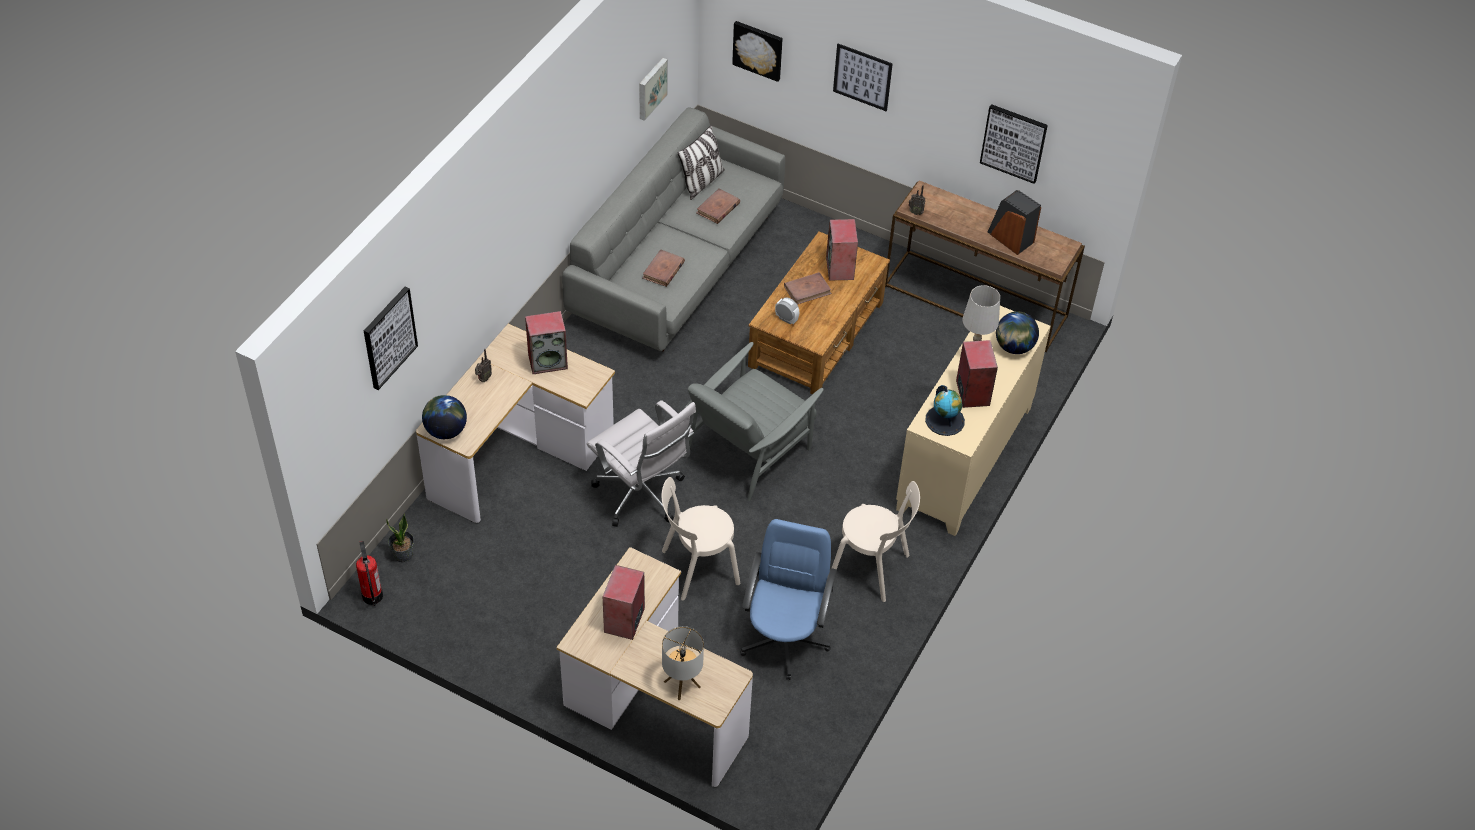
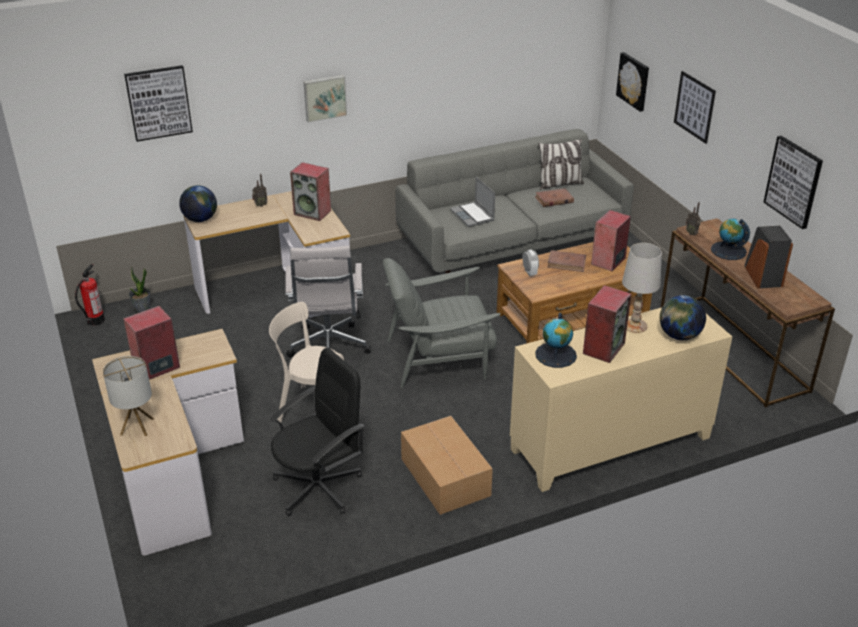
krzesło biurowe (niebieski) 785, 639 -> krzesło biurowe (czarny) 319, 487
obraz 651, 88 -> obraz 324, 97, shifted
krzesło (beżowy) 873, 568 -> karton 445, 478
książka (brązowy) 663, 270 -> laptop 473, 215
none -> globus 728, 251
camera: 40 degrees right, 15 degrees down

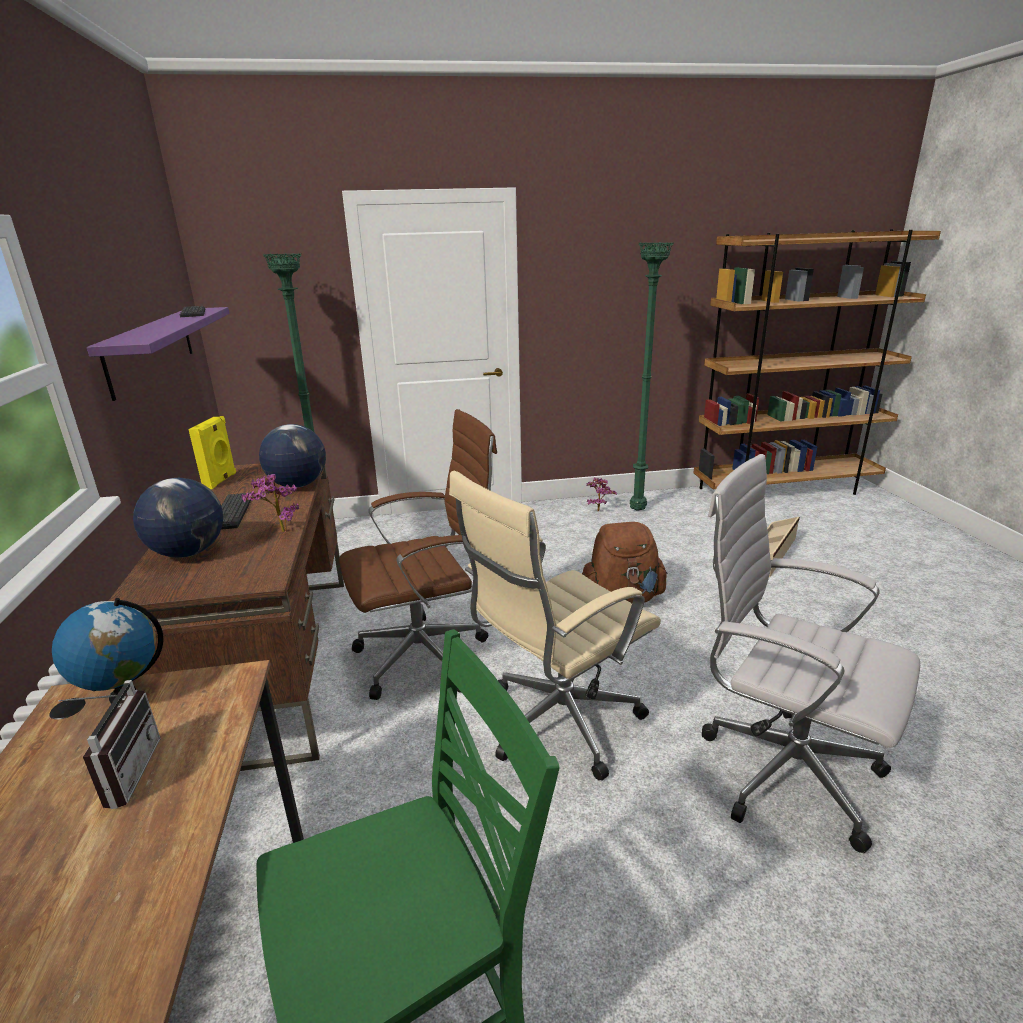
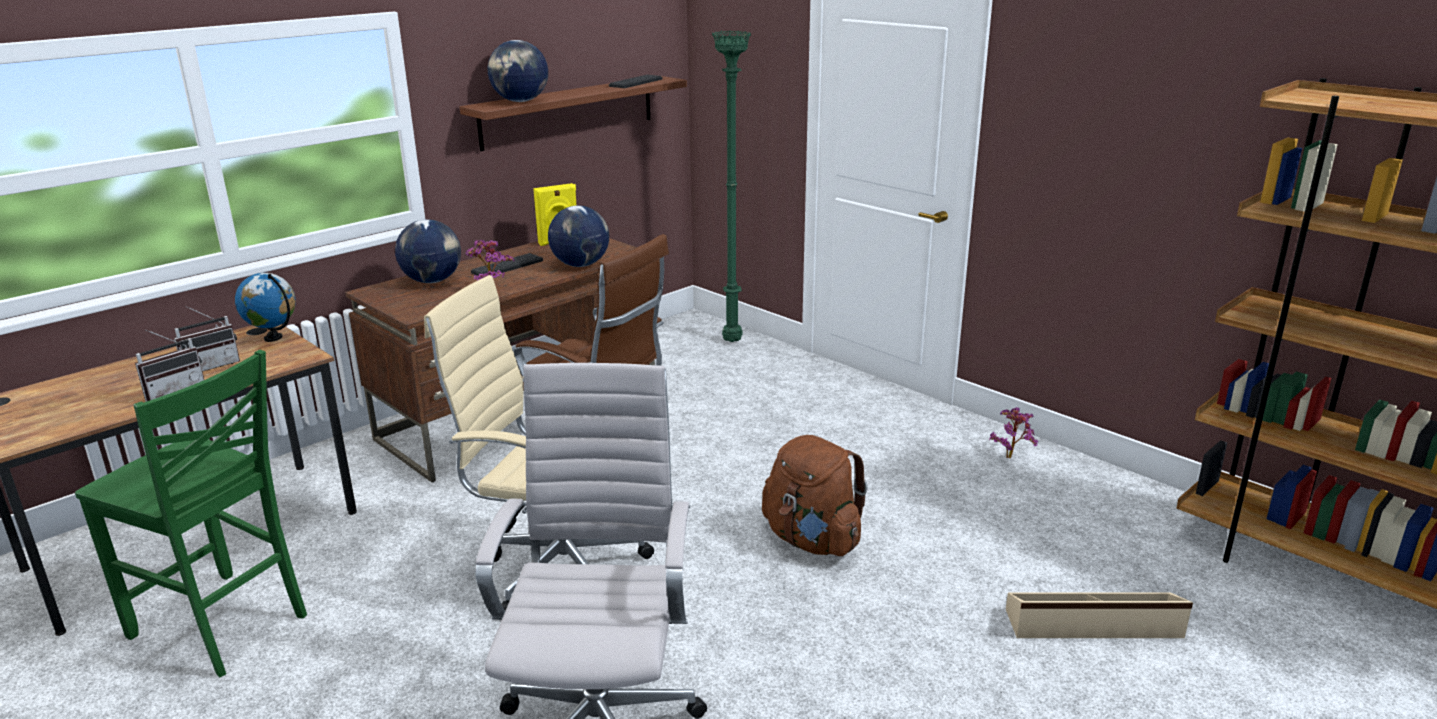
none -> radio 174, 391
półka (fioletowy) 152, 349 -> półka (brązowy) 568, 112
none -> globus 520, 101
lampa stojąca (zielony) 638, 509 -> none
camera: 55 degrees right, 0 degrees up

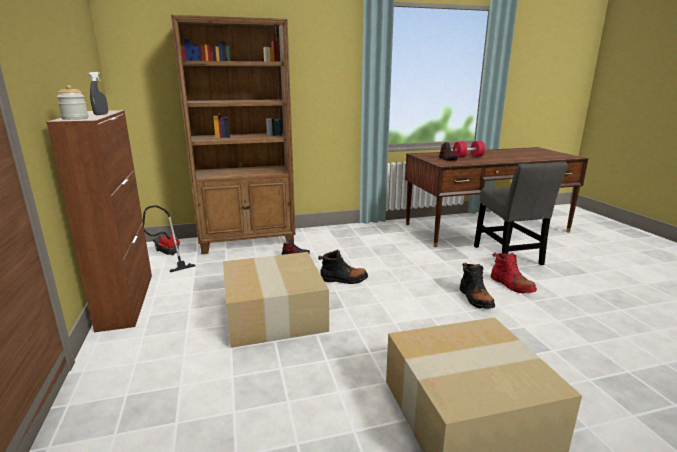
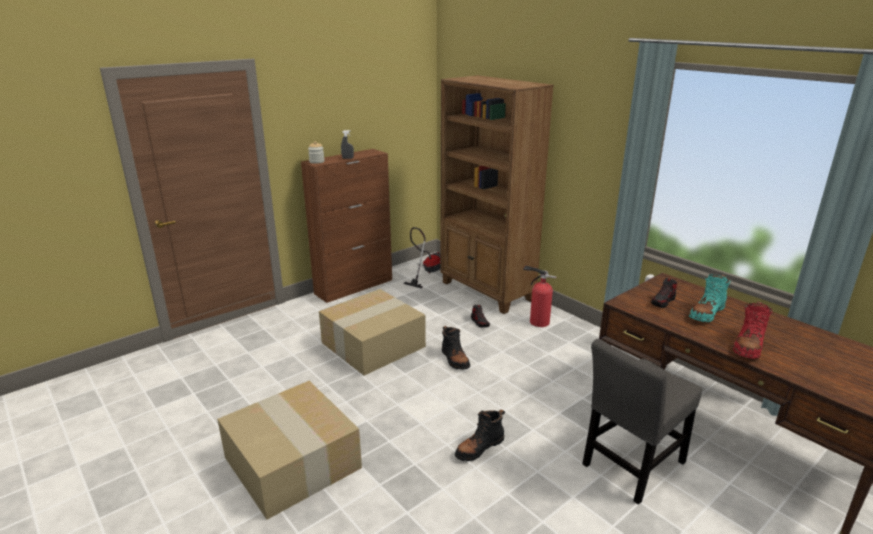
none -> gaśnica 537, 321
hantel (czerwony) 468, 156 -> but z cholewką (turkusowy) 706, 313
but z cholewką (czerwony) 511, 285 -> but z cholewką (czerwony) 748, 346, shifted
camera: 65 degrees right, 5 degrees up

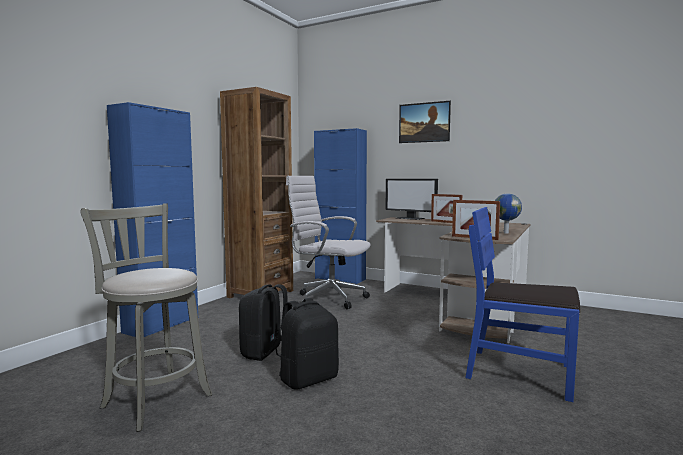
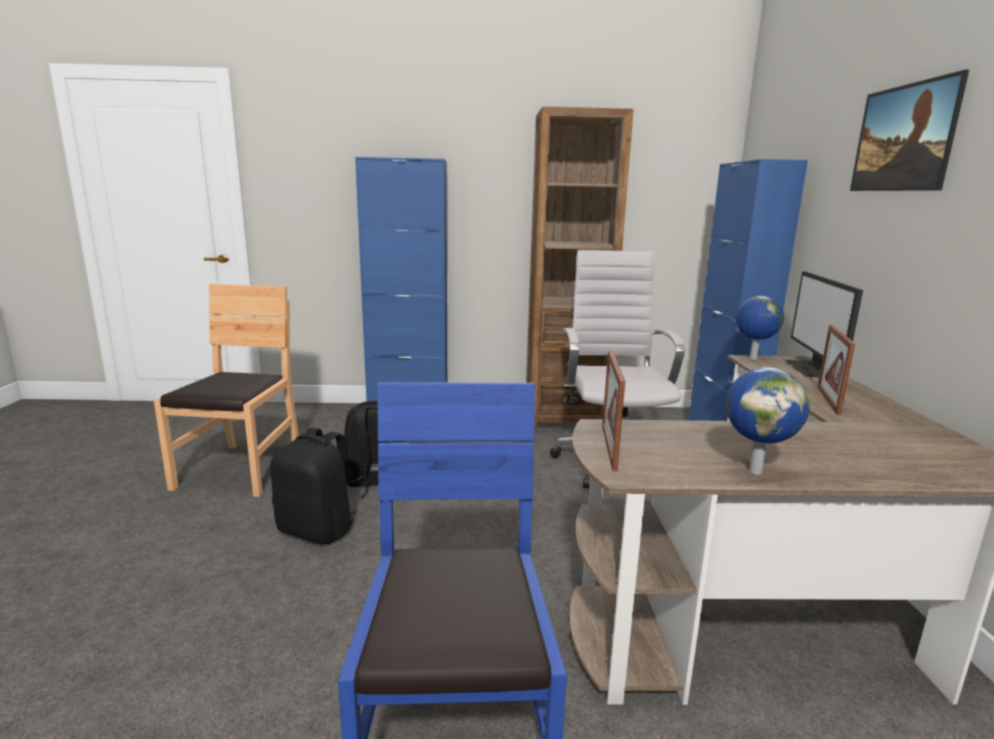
stołek (szary) 154, 399 -> krzesło (brązowy) 241, 469
none -> globus 752, 358
camera: 60 degrees right, 10 degrees up

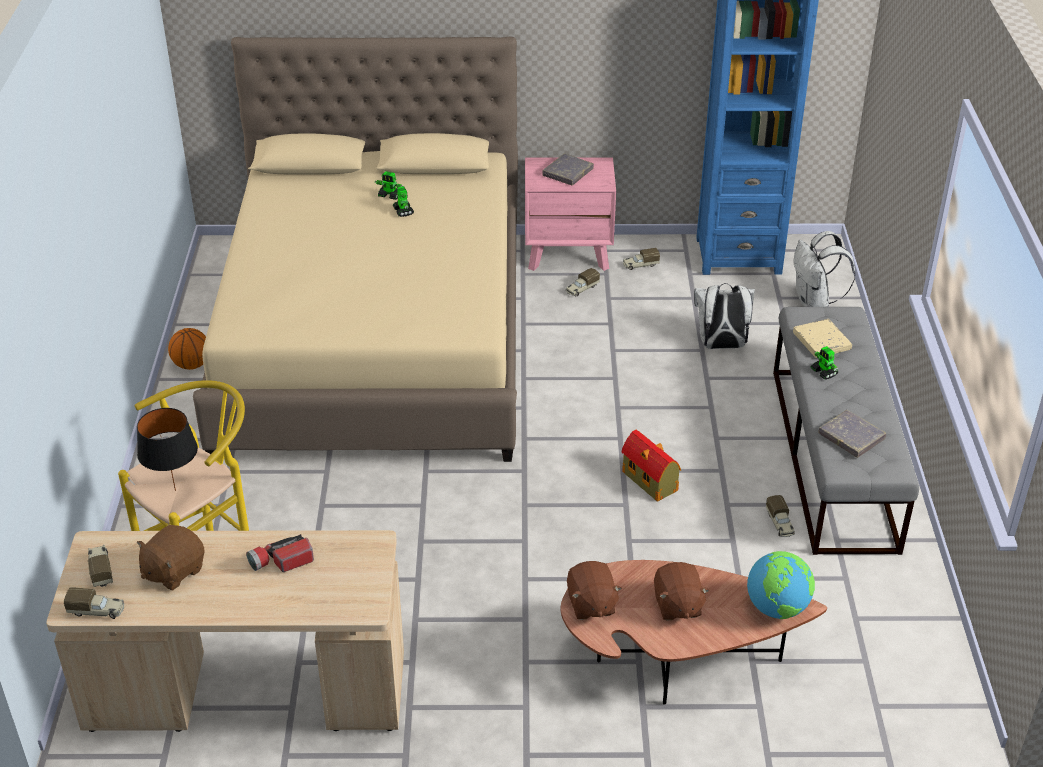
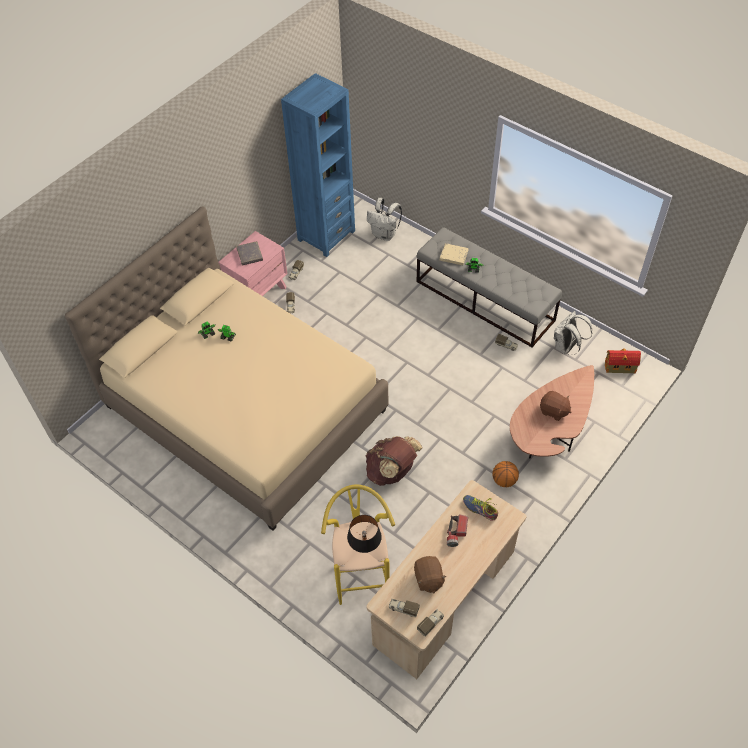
none -> plecak (brązowy) 391, 472
none -> but 480, 509
piłka do koszykówki 192, 365 -> piłka do koszykówki 504, 480, shifted
plecak (biały) 721, 346 -> plecak (biały) 566, 347, shifted
domek 650, 482 -> domek 620, 367, shifted
pluszak (brązowy) 591, 604 -> none
globus 777, 608 -> none
książka (szary) 851, 437 -> none
camera: 50 degrees left, 15 degrees up

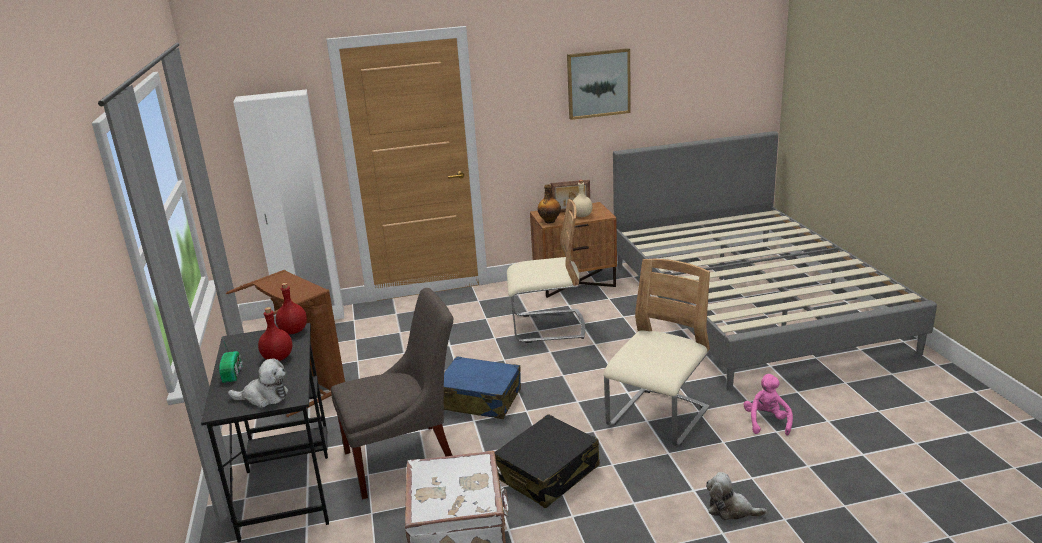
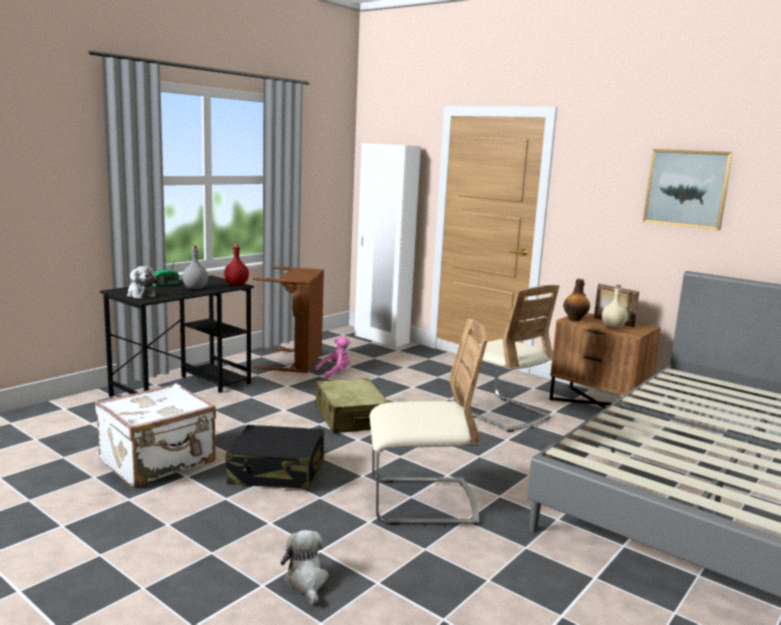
butelka (czerwony) 278, 358 -> butelka (szary) 195, 288
pluszak (różowy) 766, 422 -> pluszak (różowy) 335, 373, shifted
walizka (niebieski) 479, 399 -> walizka (beżowy) 350, 418
krzesło (szary) 406, 459 -> none
camera: 50 degrees right, 10 degrees down

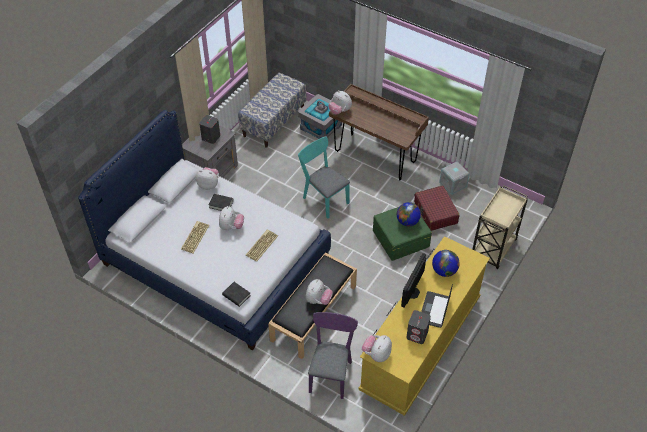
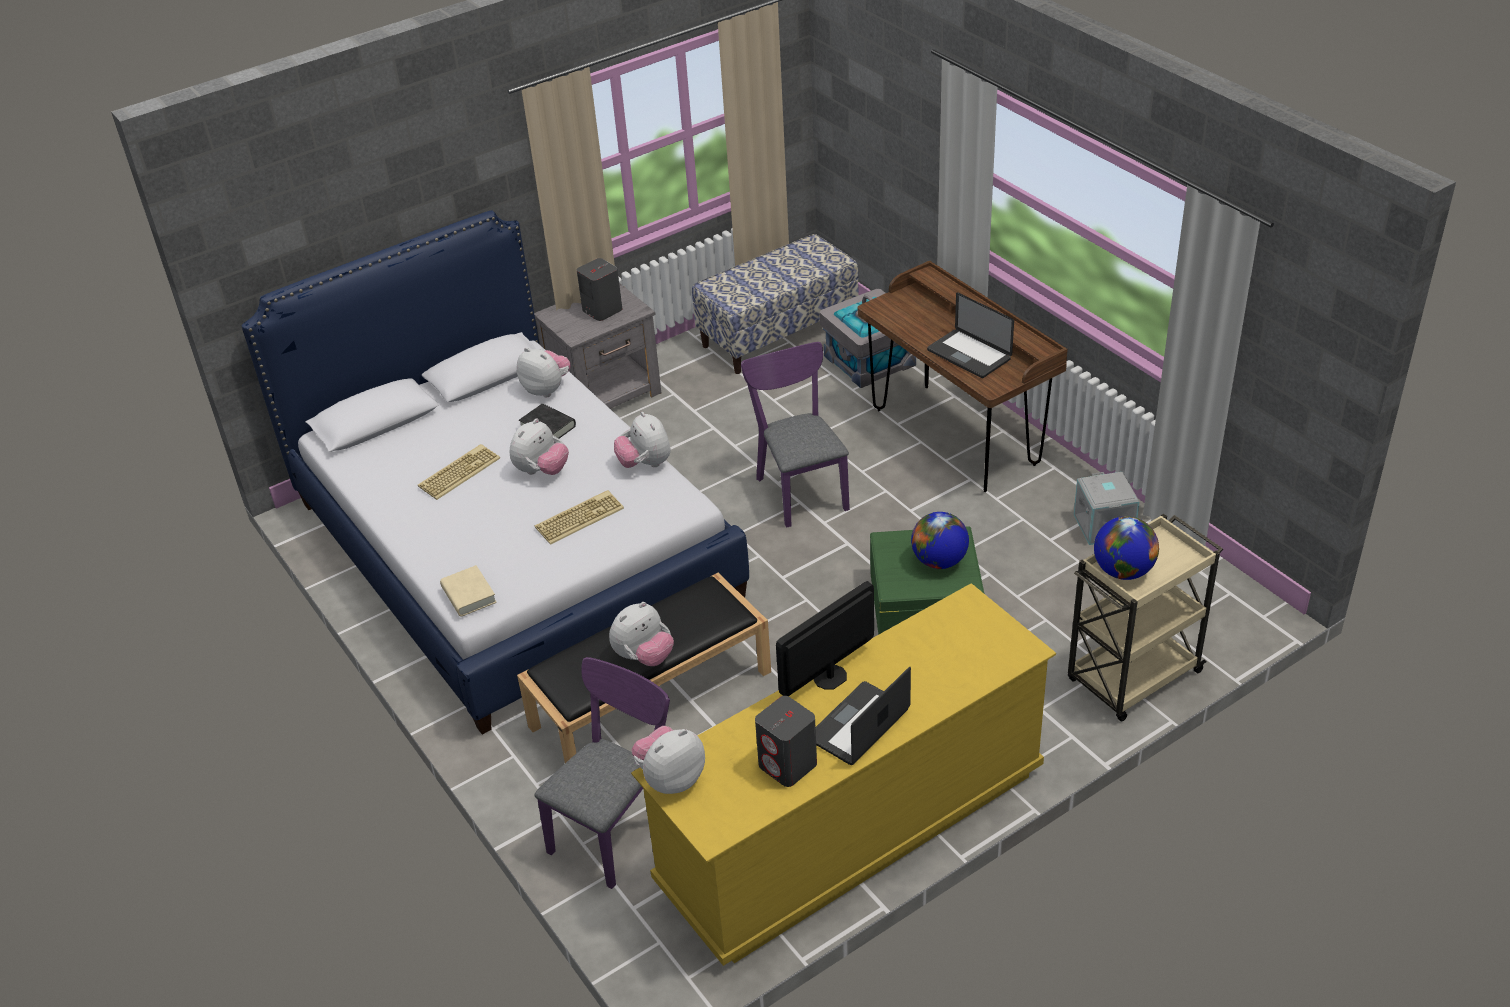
książka (czarny) 236, 295 -> książka (beżowy) 469, 595
pluszak 340, 111 -> pluszak 645, 464, shifted
krzesło (turkusowy) 323, 198 -> krzesło (fioletowy) 800, 488
none -> laptop 969, 355
globus 444, 271 -> globus 1123, 571, shifted
walizka (czerwony) 435, 213 -> none
camera: 25 degrees right, 10 degrees down

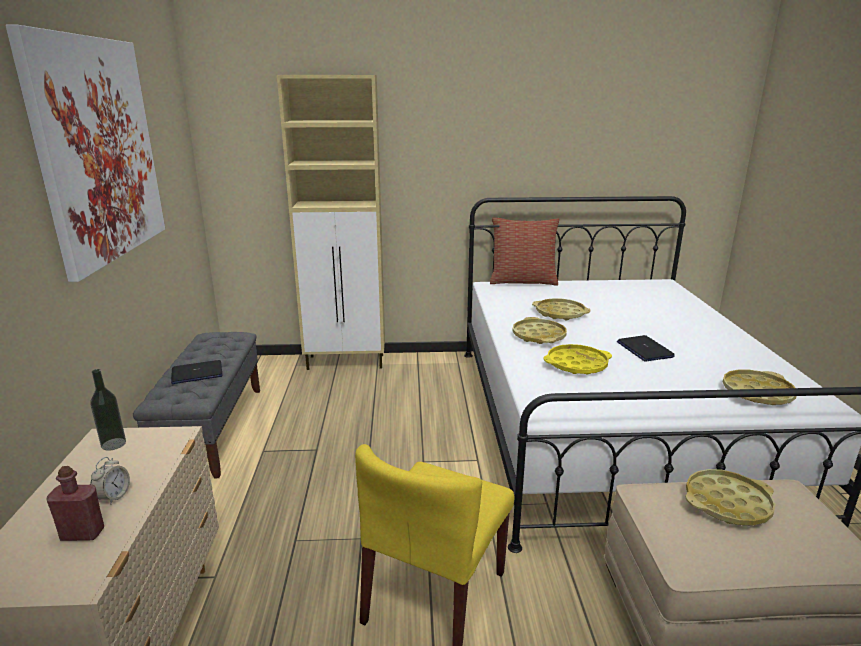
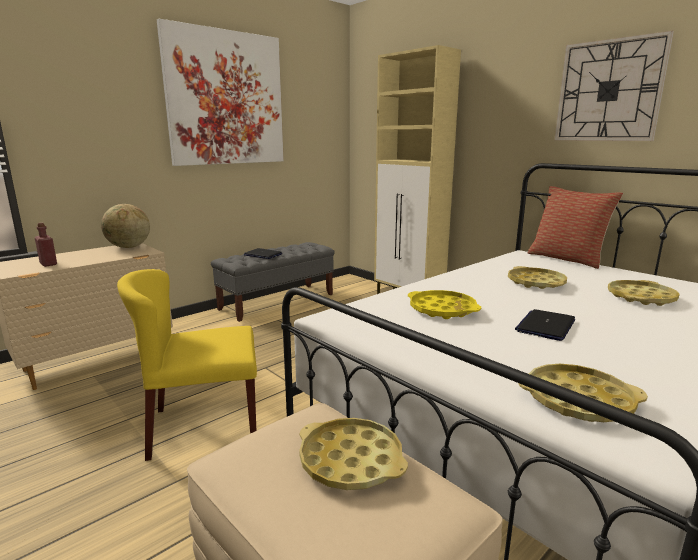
butelka 113, 444 -> globus 128, 247
none -> zegar ścienny 609, 91
taca (żółty) 539, 336 -> taca (żółty) 641, 297, shifted
budzik 113, 496 -> none
camera: 50 degrees right, 5 degrees down

